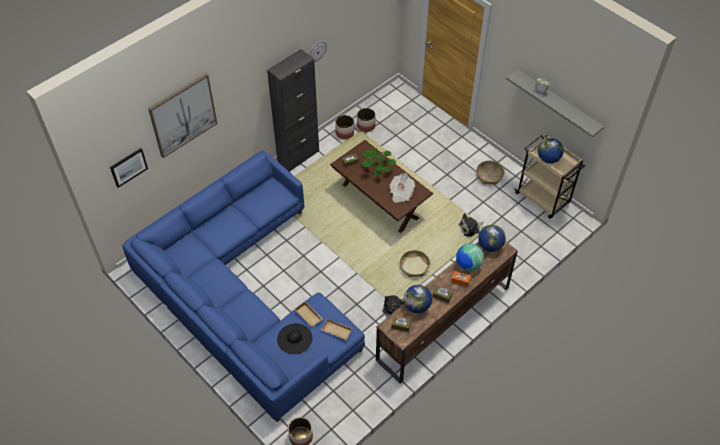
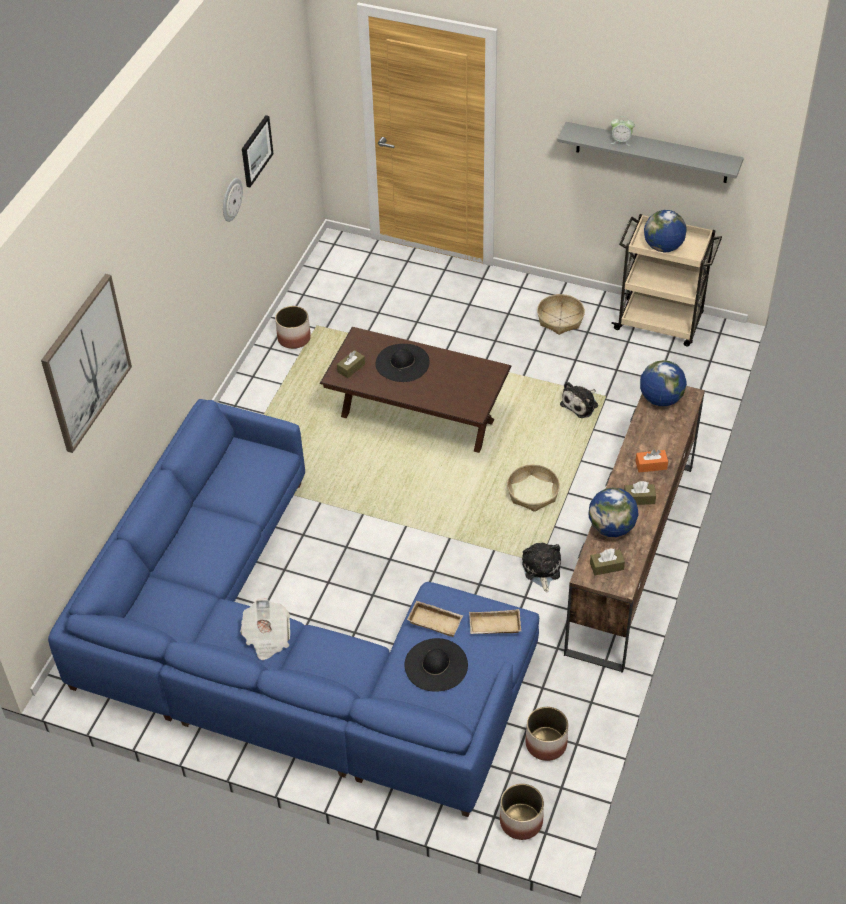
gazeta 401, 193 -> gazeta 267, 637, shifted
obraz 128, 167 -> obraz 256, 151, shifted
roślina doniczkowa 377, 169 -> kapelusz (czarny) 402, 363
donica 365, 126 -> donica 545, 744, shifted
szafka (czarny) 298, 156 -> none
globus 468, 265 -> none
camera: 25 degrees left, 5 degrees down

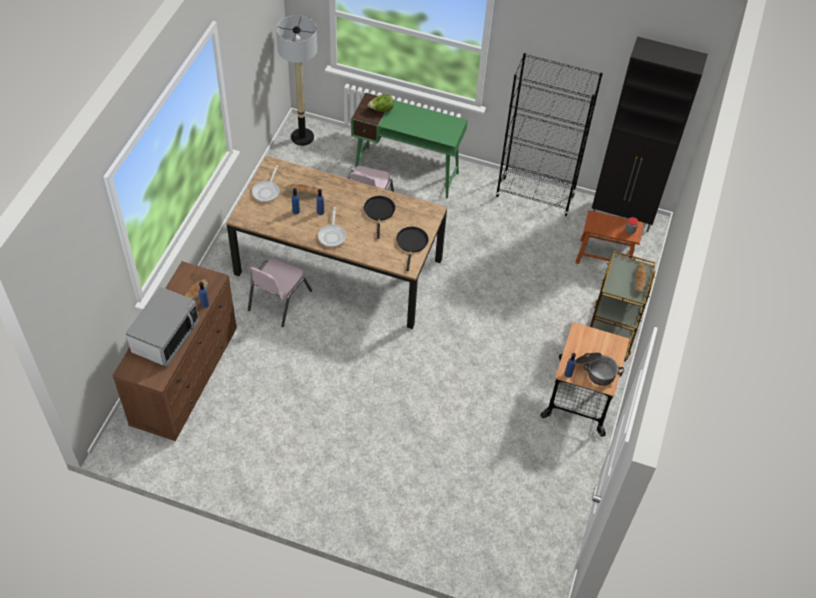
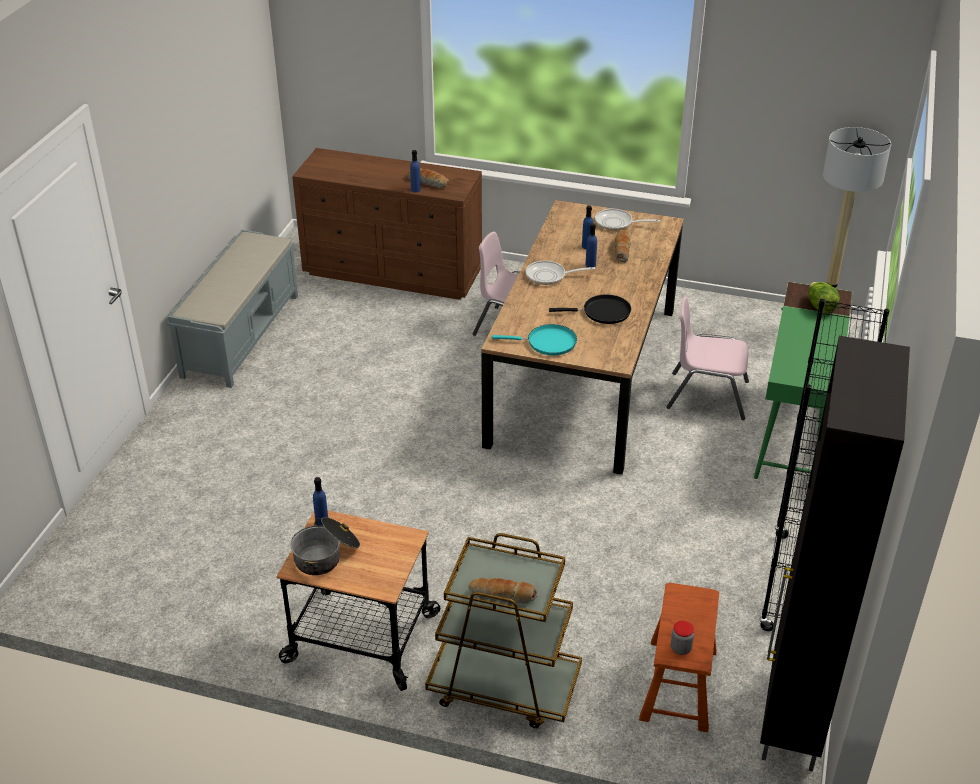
none -> ławka (szary) 241, 334
patelnia (czarny) 412, 243 -> patelnia (turkusowy) 547, 343
mikrofalówka 165, 337 -> none
camera: 90 degrees right, 15 degrees down

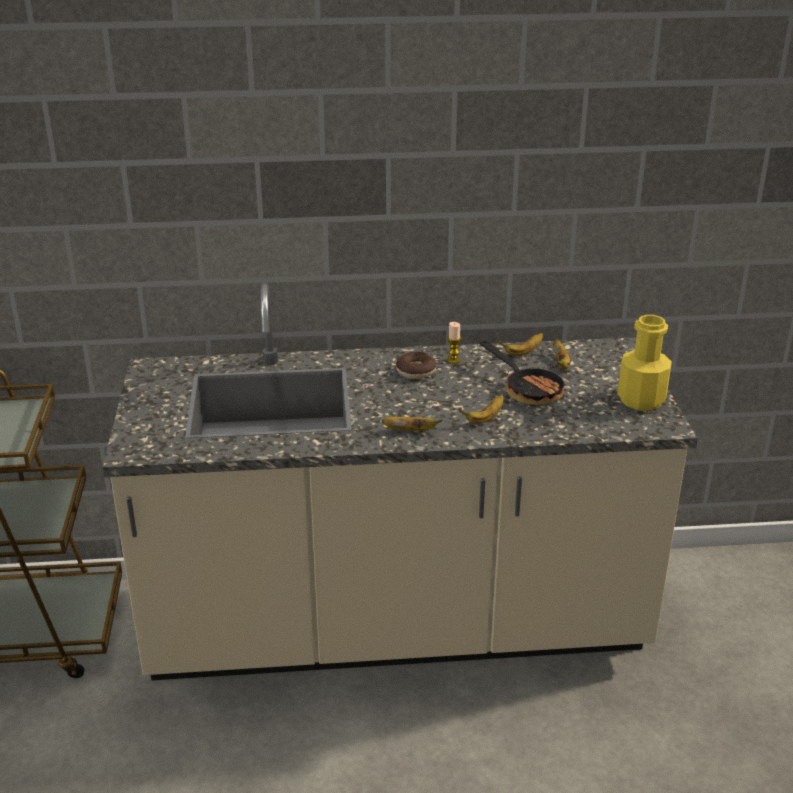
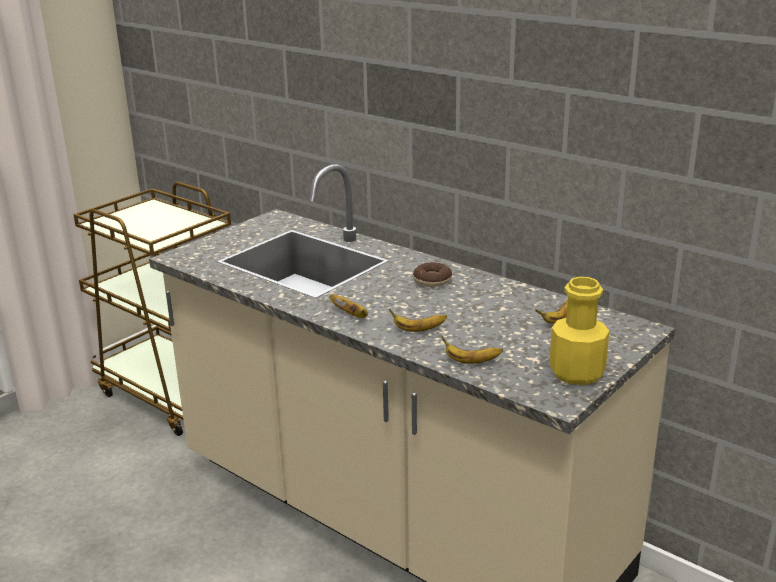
banan 523, 352 -> banan 471, 361, shifted
świeca 453, 360 -> none
patelnia 527, 389 -> none
camera: 45 degrees right, 5 degrees down

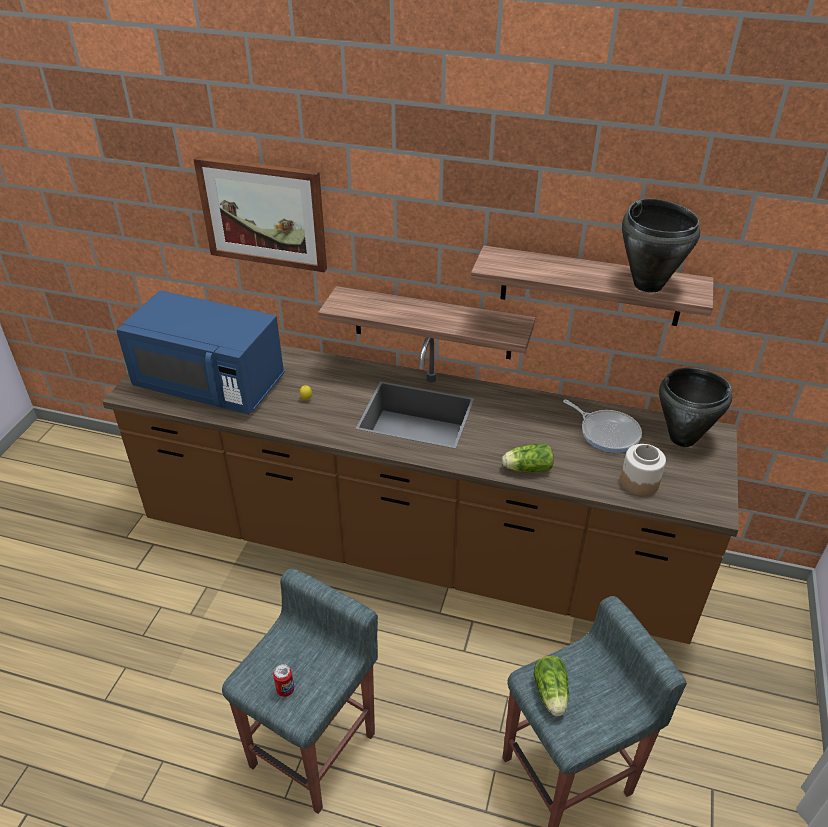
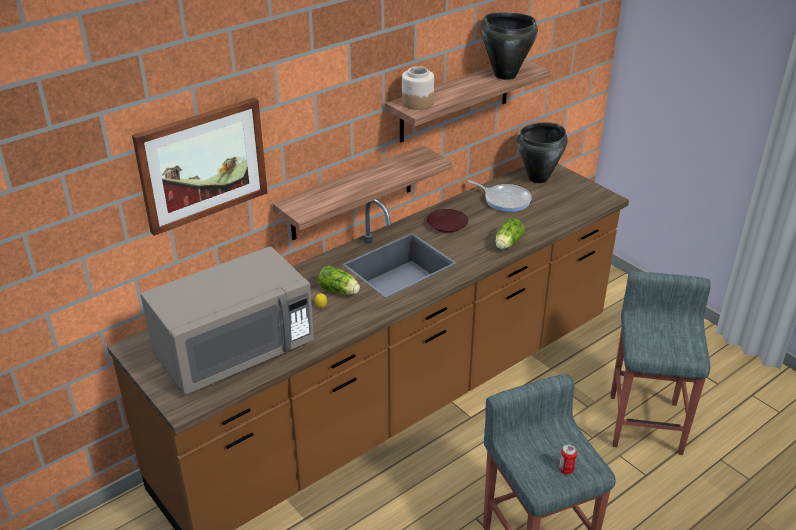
mikrofalówka (niebieski) 210, 384 -> mikrofalówka (szary) 234, 352
sałata 551, 695 -> sałata 340, 291, shifted
słoik 639, 482 -> słoik 417, 103, shifted
none -> talerz (brązowy) 446, 224
patelnia 607, 432 -> patelnia 505, 200, 45 degrees clockwise
camera: 55 degrees left, 5 degrees down

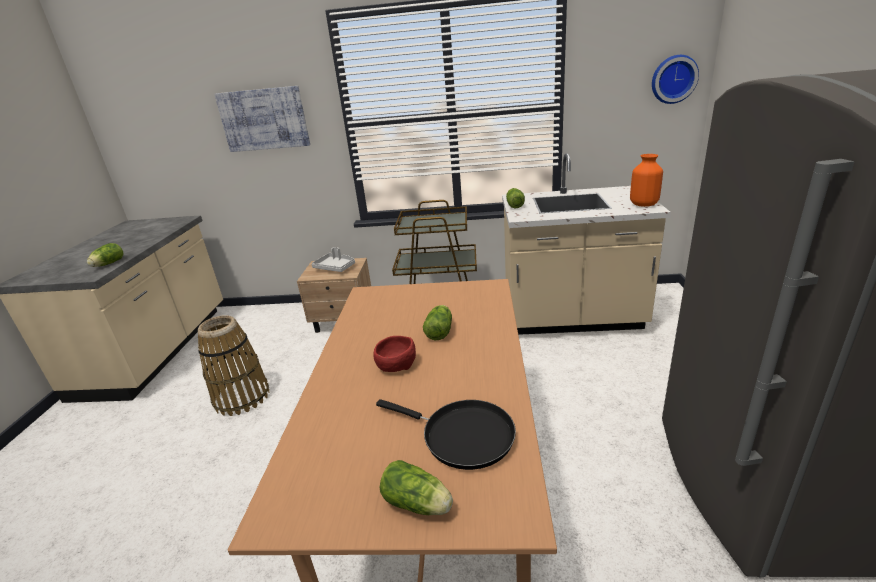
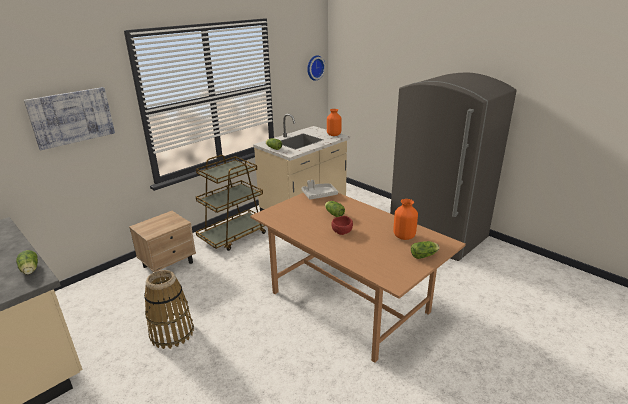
taca (szary) 335, 267 -> taca (szary) 319, 195, shifted
patelnia (czarny) 462, 436 -> wazon (pomarańczowy) 404, 236
camera: 50 degrees left, 0 degrees up

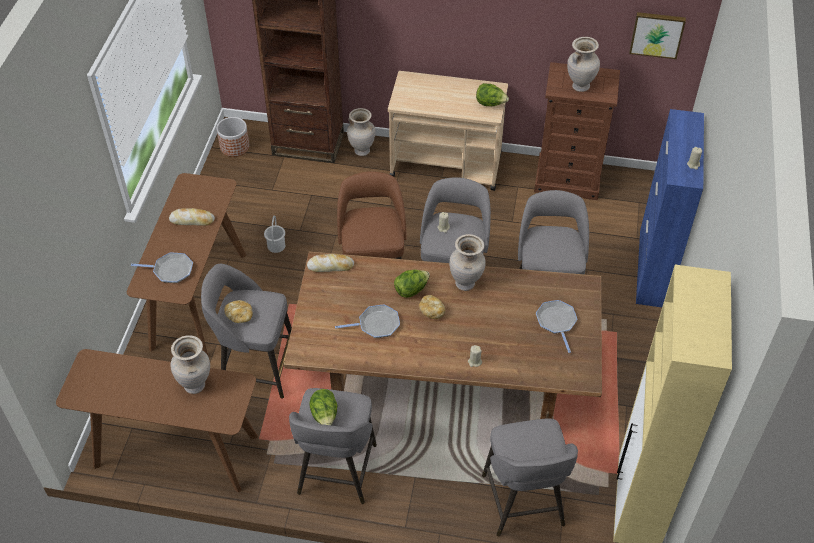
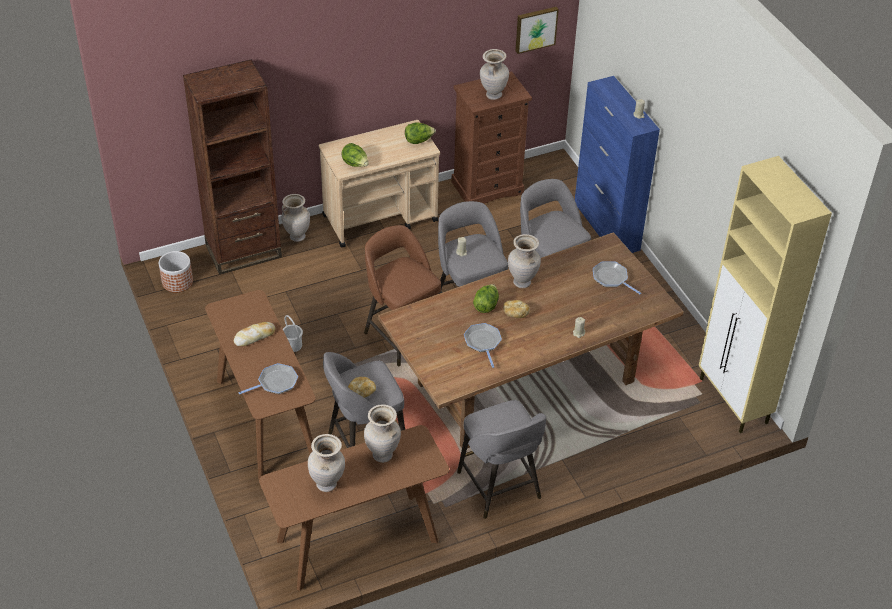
none -> wazon (beżowy) 327, 484
sałata 325, 415 -> sałata 355, 164, shifted
patelnia 376, 324 -> patelnia 483, 342, 60 degrees counterclockwise
chleb 330, 266 -> none
stołek (szary) 523, 503 -> none
camera: 35 degrees left, 5 degrees down

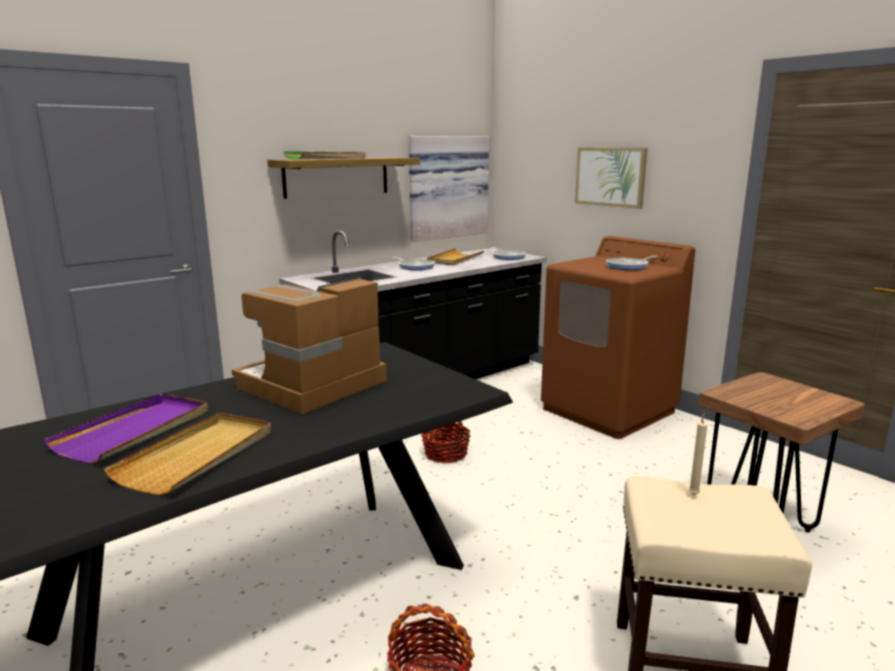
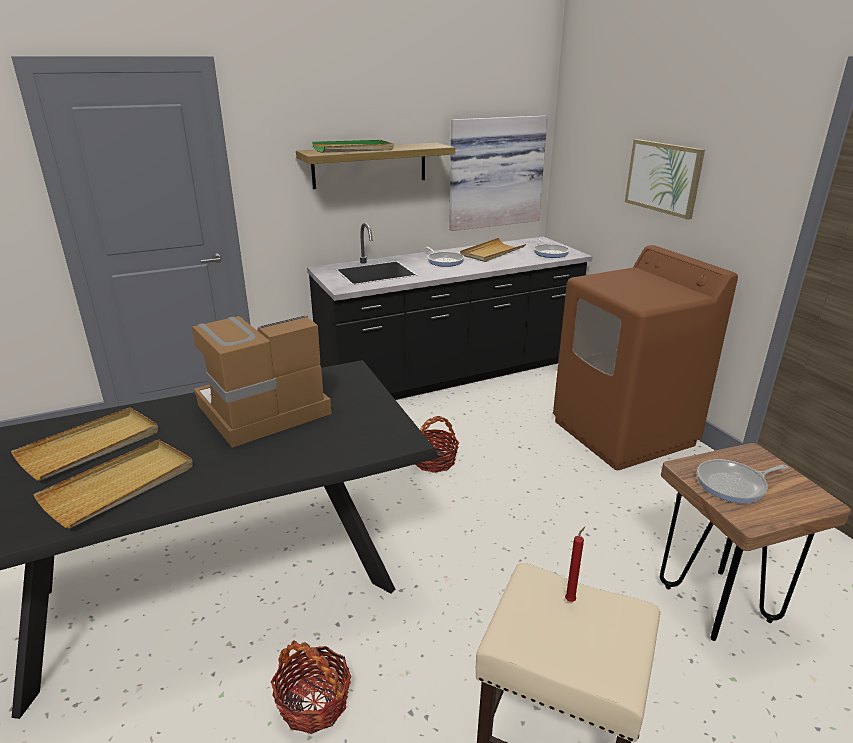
taca (fioletowy) 135, 431 -> taca (beżowy) 91, 446
świeca (beżowy) 694, 494 -> świeca (czerwony) 571, 599
patelnia 629, 266 -> patelnia 734, 485, shifted
camera: 15 degrees right, 10 degrees up

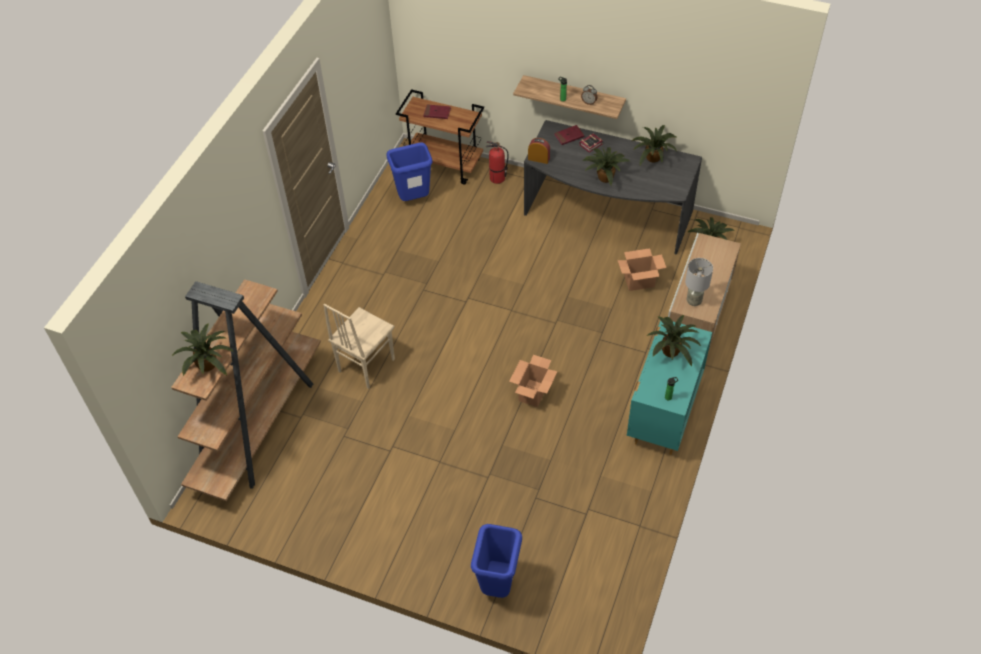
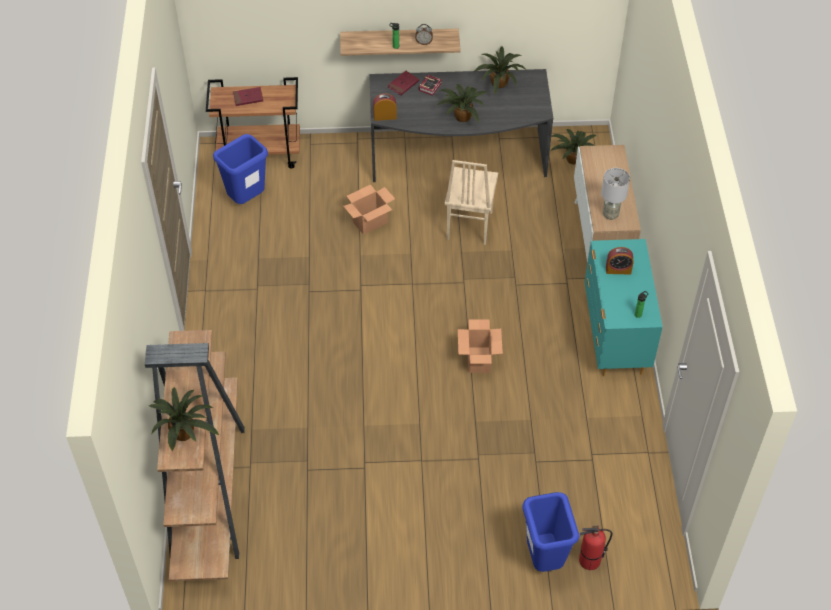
karton 639, 281 -> karton 370, 222, shifted
krzesło (beżowy) 365, 365 -> krzesło (beżowy) 468, 226, shifted
gaśnica 497, 179 -> gaśnica 589, 561, shifted
roślina doniczkowa 672, 352 -> budzik 618, 270
camera: 25 degrees left, 0 degrees up

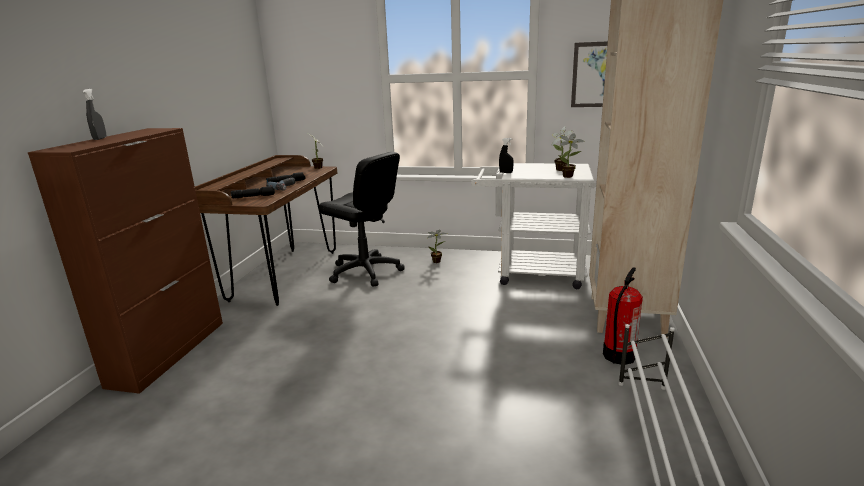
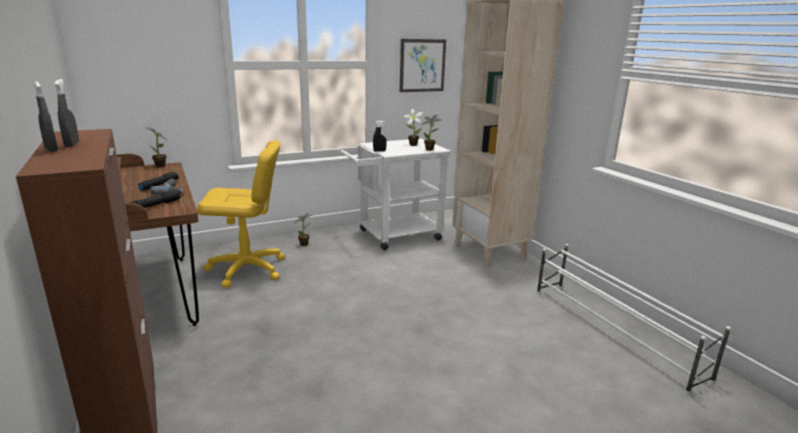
none -> spryskiwacz (szary) 72, 145
krzesło biurowe (czarny) 365, 272 -> krzesło biurowe (żółty) 247, 269
gaśnica 618, 356 -> none
camera: 40 degrees left, 0 degrees up

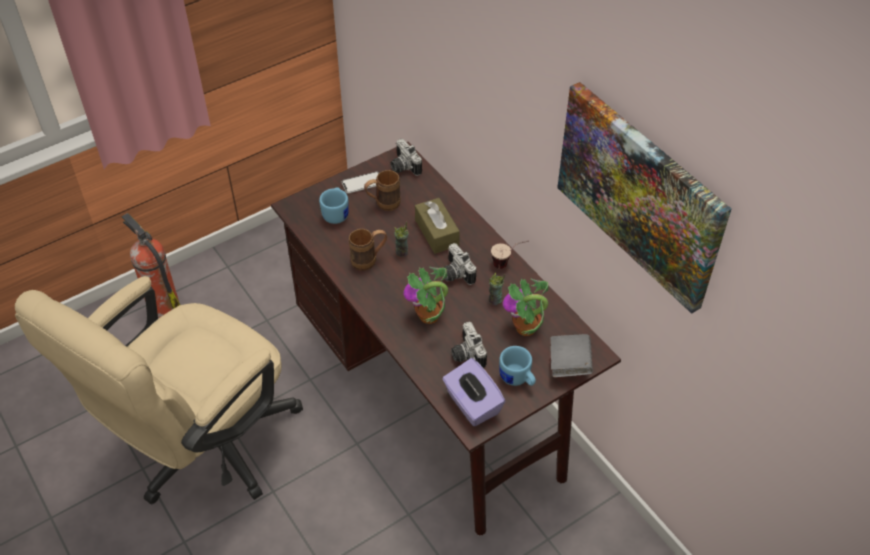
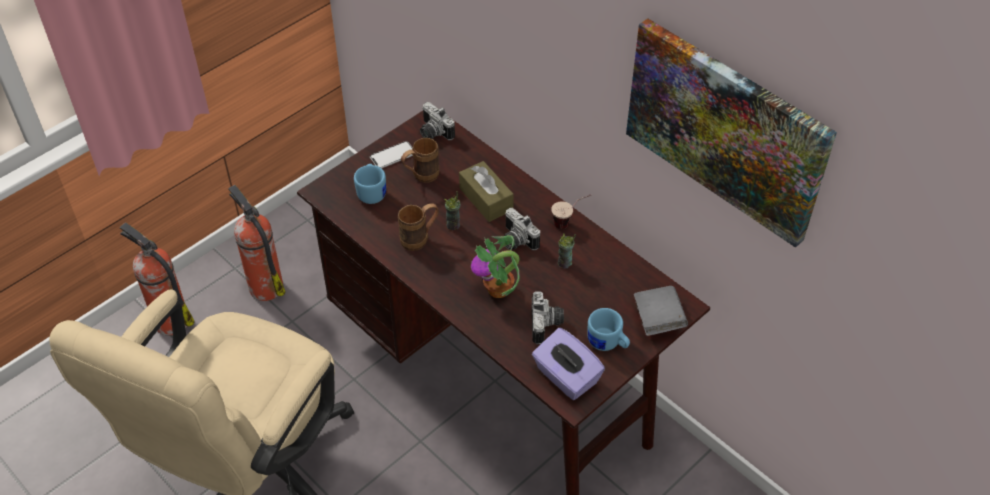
none -> gaśnica 265, 286
aparat fotograficzny 466, 354 -> aparat fotograficzny 547, 325, 150 degrees counterclockwise
roślina doniczkowa 526, 328 -> none
camera: 10 degrees left, 0 degrees up

